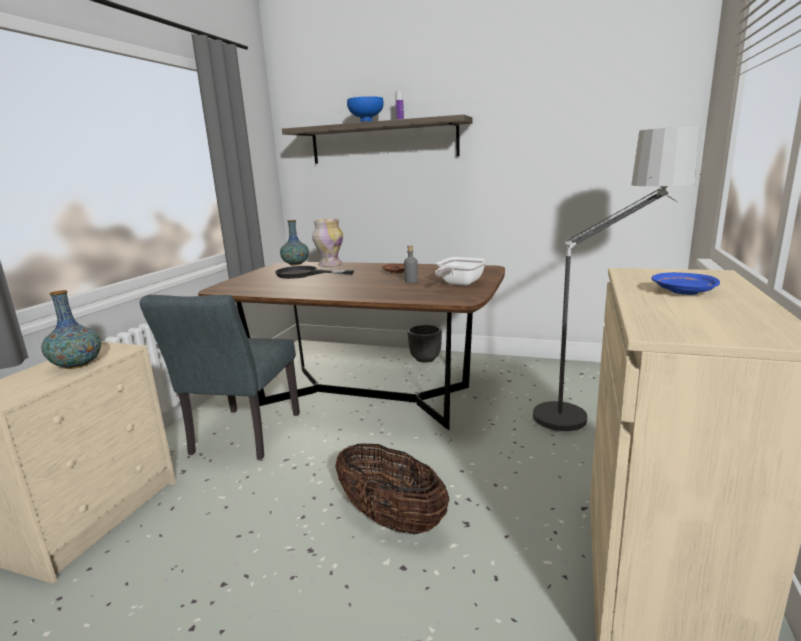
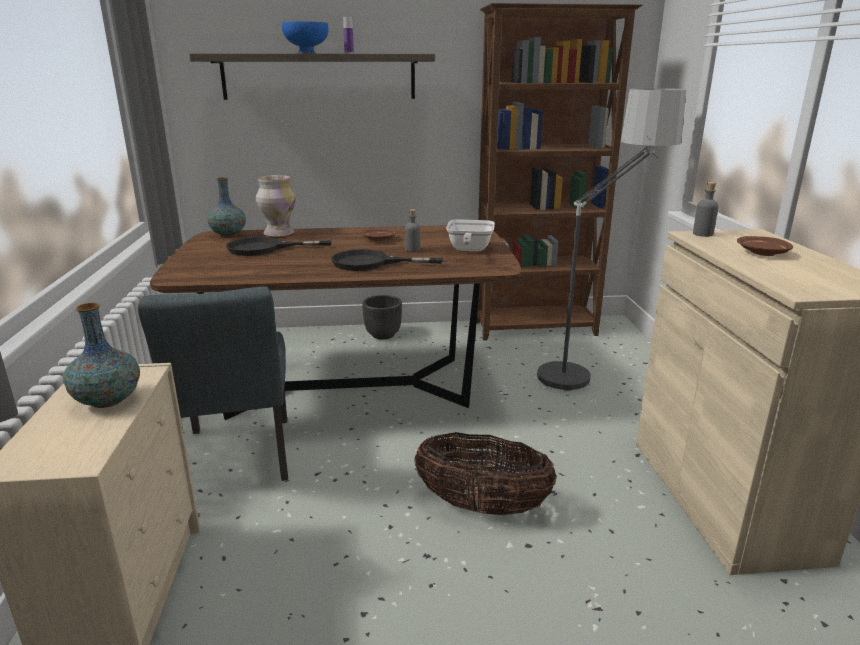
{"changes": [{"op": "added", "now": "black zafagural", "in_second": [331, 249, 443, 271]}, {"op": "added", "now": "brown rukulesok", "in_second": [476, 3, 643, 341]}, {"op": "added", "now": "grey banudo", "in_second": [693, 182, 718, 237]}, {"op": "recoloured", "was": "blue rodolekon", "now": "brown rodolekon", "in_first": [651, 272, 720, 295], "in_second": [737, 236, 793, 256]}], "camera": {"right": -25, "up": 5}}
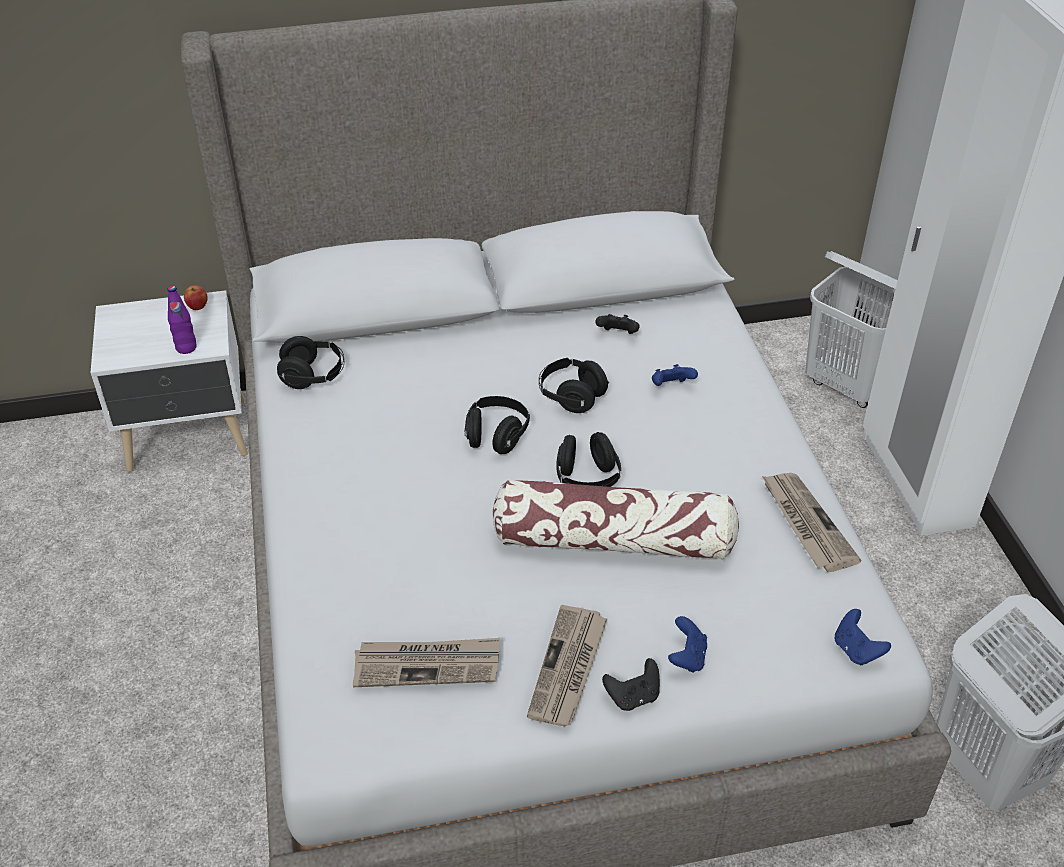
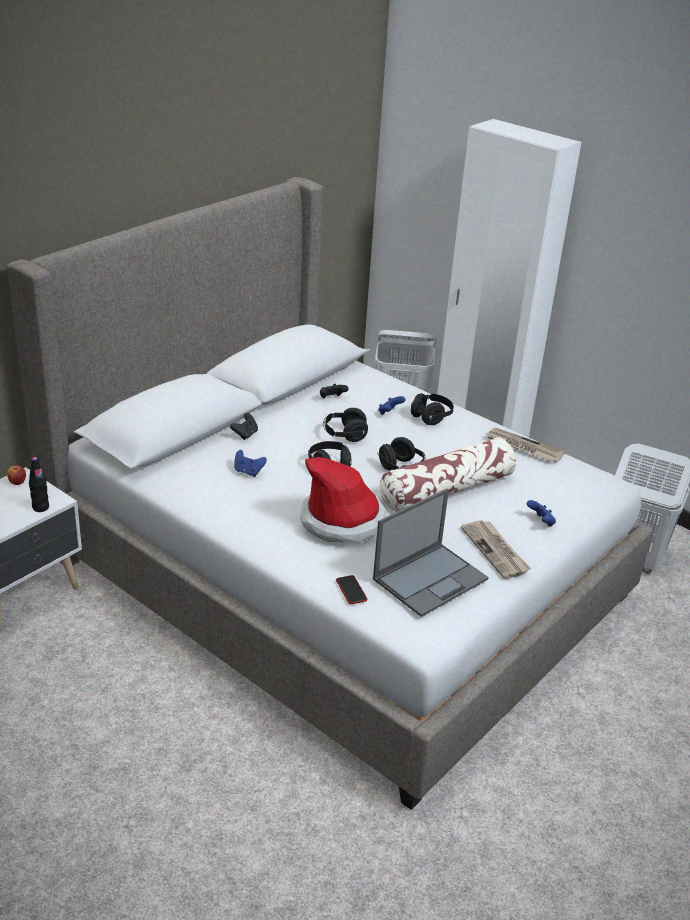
{"changes": [{"op": "recoloured", "was": "purple banudo", "now": "black banudo", "in_first": [167, 286, 197, 354], "in_second": [29, 457, 49, 512]}, {"op": "moved", "was": "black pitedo", "in_first": [602, 658, 660, 711], "in_second": [230, 413, 258, 440]}, {"op": "moved", "was": "blue pitedo", "in_first": [835, 609, 891, 665], "in_second": [234, 450, 267, 477]}, {"op": "added", "now": "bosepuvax", "in_second": [300, 457, 387, 542]}, {"op": "added", "now": "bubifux", "in_second": [336, 575, 368, 604]}, {"op": "replaced", "was": "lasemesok", "now": "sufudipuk", "in_first": [353, 638, 500, 687], "in_second": [373, 488, 489, 617]}, {"op": "moved", "was": "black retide", "in_first": [277, 336, 344, 389], "in_second": [411, 393, 454, 425]}], "camera": {"right": -40, "up": -10}}
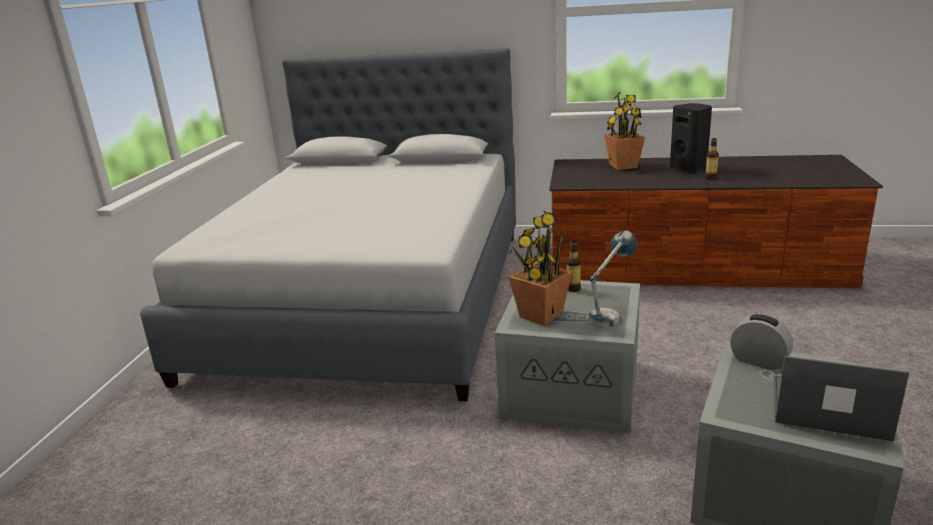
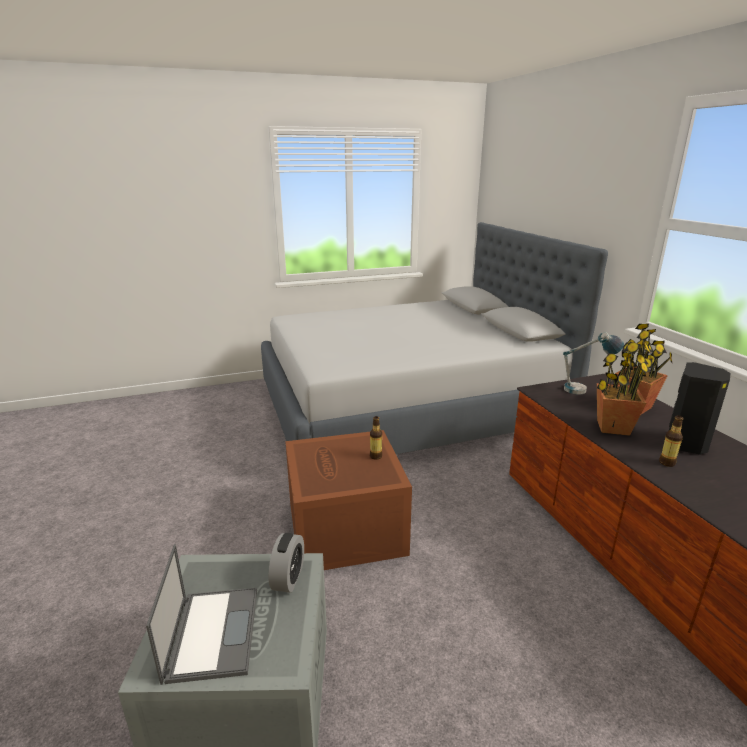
{"changes": [{"op": "recoloured", "was": "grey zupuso", "now": "brown zupuso", "in_first": [495, 280, 640, 433], "in_second": [285, 430, 412, 570]}, {"op": "moved", "was": "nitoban", "in_first": [589, 231, 637, 327], "in_second": [563, 332, 624, 394]}, {"op": "moved", "was": "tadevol", "in_first": [509, 210, 572, 326], "in_second": [597, 341, 652, 436]}], "camera": {"right": 60, "up": 0}}
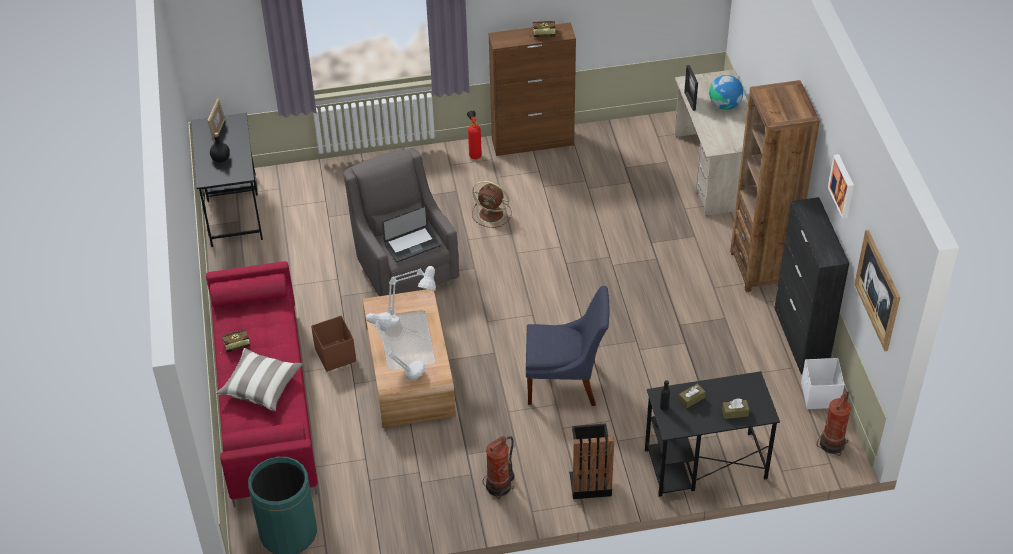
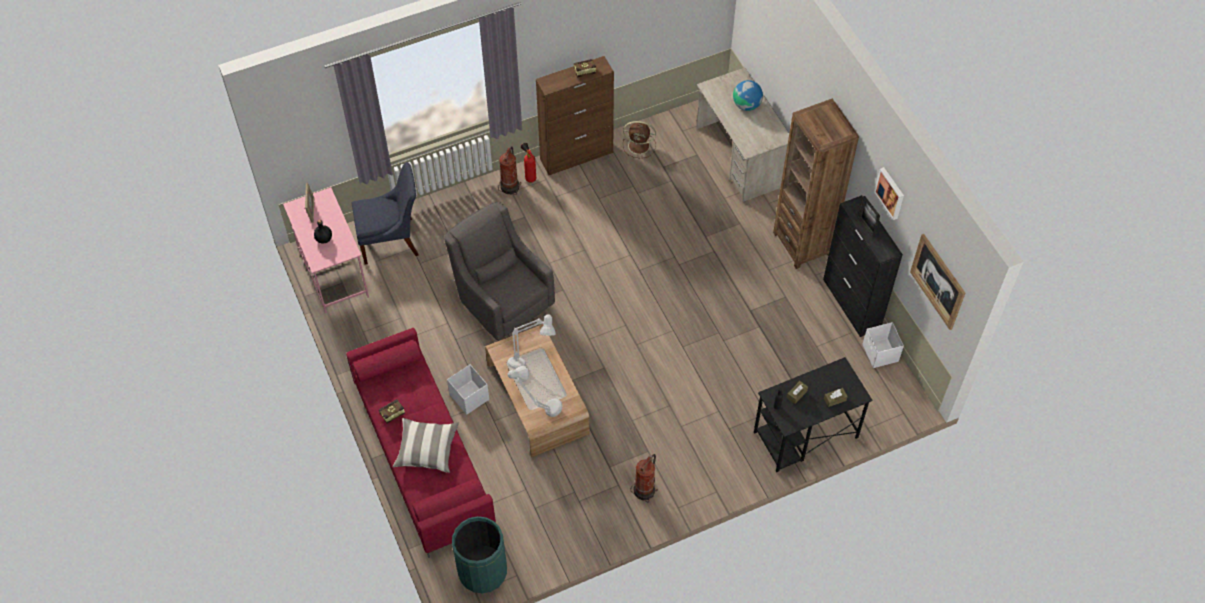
{"changes": [{"op": "recoloured", "was": "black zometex", "now": "pink zometex", "in_first": [191, 113, 263, 247], "in_second": [283, 187, 369, 313]}, {"op": "moved", "was": "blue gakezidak", "in_first": [526, 286, 609, 406], "in_second": [352, 162, 418, 264]}, {"op": "recoloured", "was": "brown zupuso", "now": "white zupuso", "in_first": [311, 316, 356, 372], "in_second": [447, 365, 489, 415]}, {"op": "moved", "was": "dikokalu", "in_first": [817, 392, 851, 456], "in_second": [498, 146, 521, 195]}, {"op": "moved", "was": "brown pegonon", "in_first": [472, 181, 512, 228], "in_second": [623, 121, 656, 158]}, {"op": "moved", "was": "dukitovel", "in_first": [684, 65, 698, 111], "in_second": [857, 196, 880, 237]}, {"op": "removed", "was": "sufudipuk", "in_first": [382, 206, 441, 262]}, {"op": "removed", "was": "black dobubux", "in_first": [569, 423, 614, 499]}], "camera": {"right": -15, "up": 10}}
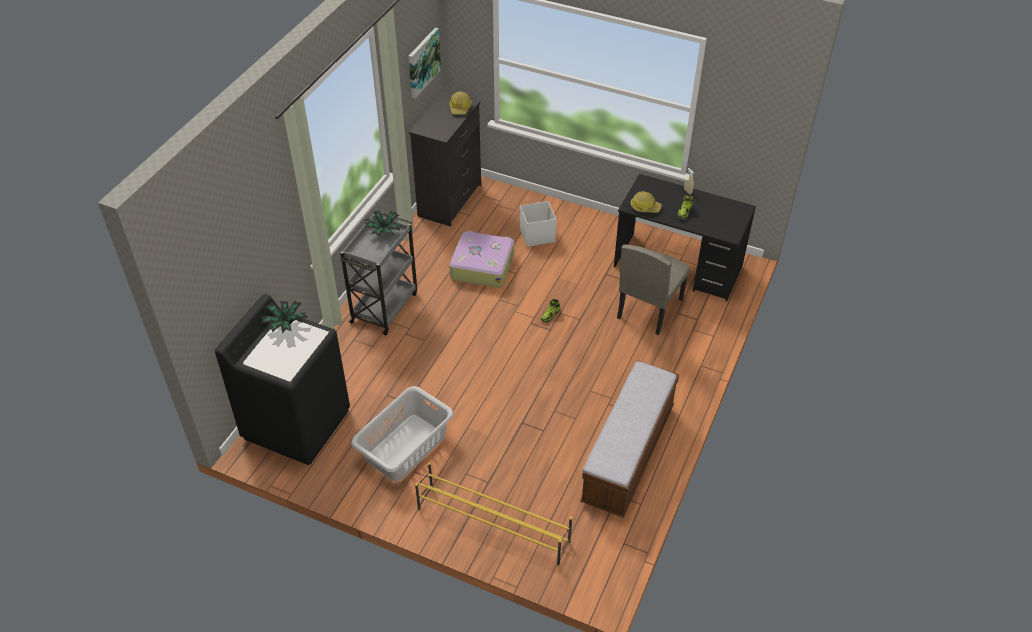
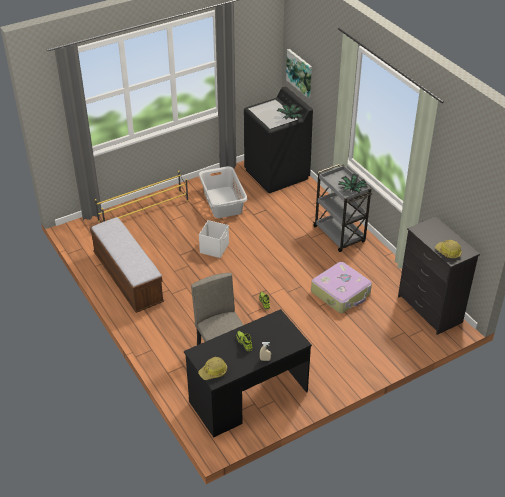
{"changes": [{"op": "moved", "was": "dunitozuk", "in_first": [630, 191, 662, 213], "in_second": [198, 357, 227, 380]}, {"op": "moved", "was": "white zupuso", "in_first": [520, 201, 556, 247], "in_second": [199, 220, 229, 258]}, {"op": "moved", "was": "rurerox", "in_first": [408, 28, 441, 98], "in_second": [286, 49, 312, 98]}], "camera": {"right": 125, "up": -5}}
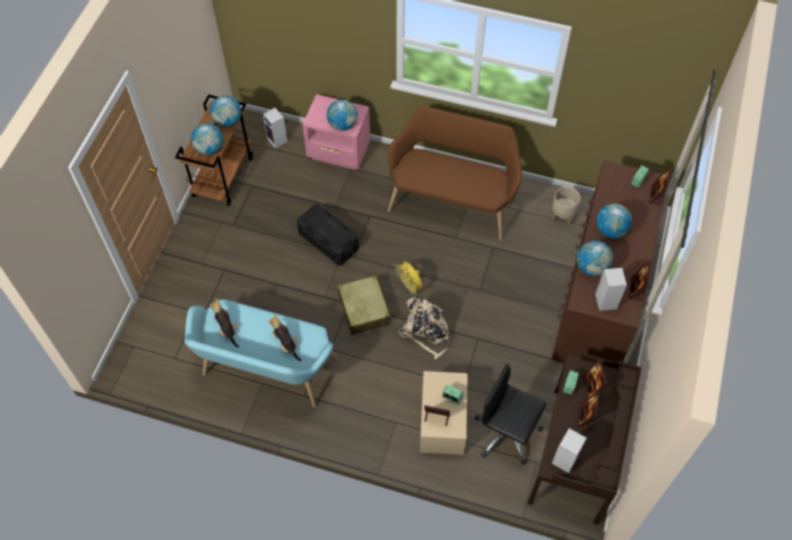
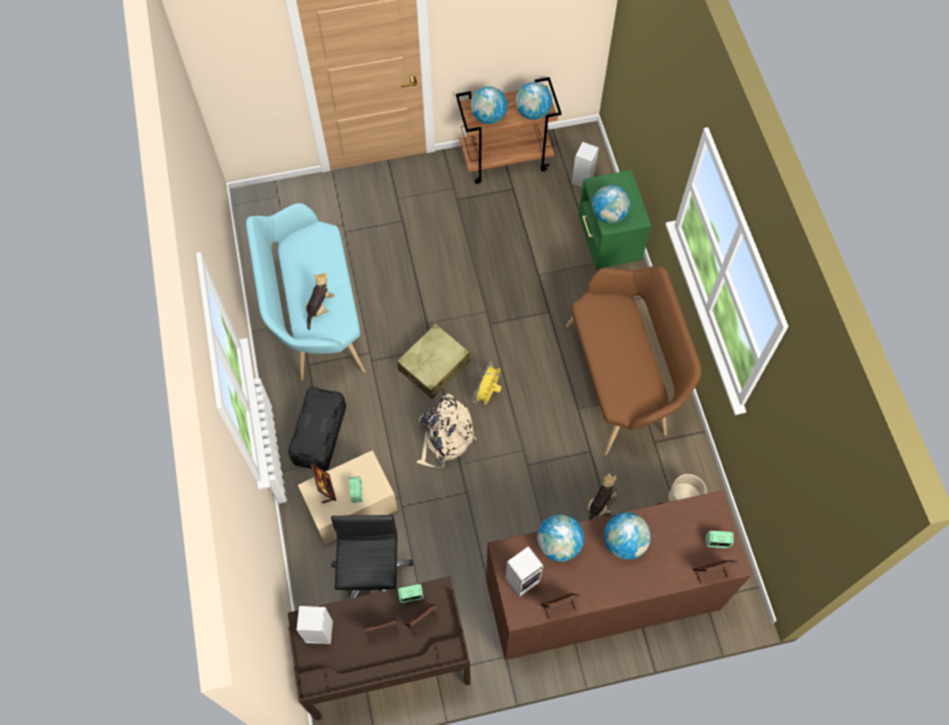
{"changes": [{"op": "moved", "was": "black zupuso", "in_first": [297, 204, 359, 265], "in_second": [288, 387, 346, 471]}, {"op": "recoloured", "was": "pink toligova", "now": "green toligova", "in_first": [303, 94, 370, 170], "in_second": [578, 170, 651, 269]}, {"op": "moved", "was": "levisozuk", "in_first": [210, 299, 239, 348], "in_second": [588, 474, 617, 520]}], "camera": {"right": 60, "up": 5}}
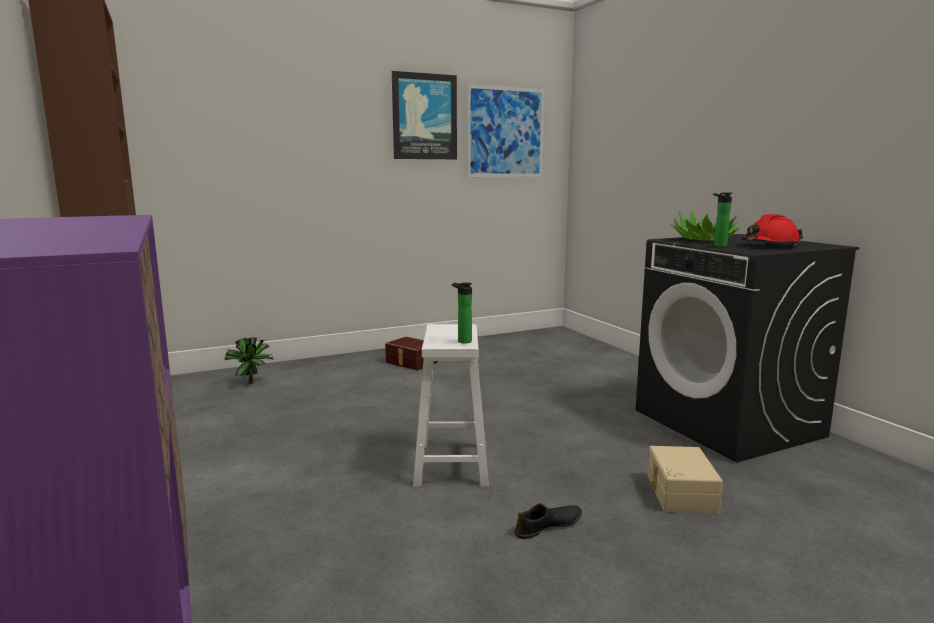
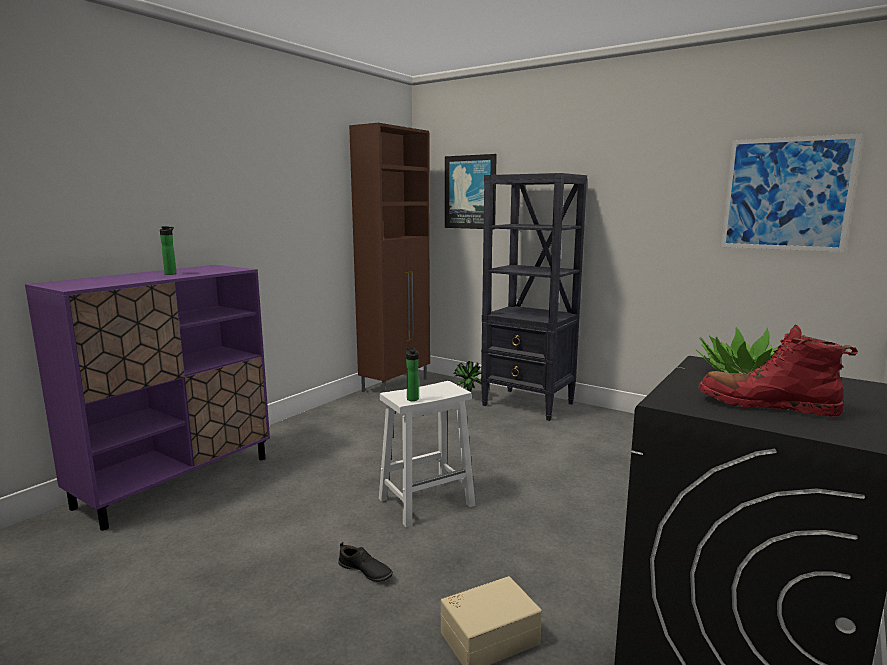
{"changes": [{"op": "moved", "was": "banudo", "in_first": [713, 192, 732, 247], "in_second": [160, 226, 177, 275]}, {"op": "moved", "was": "rurerox", "in_first": [392, 71, 457, 159], "in_second": [445, 154, 497, 229]}, {"op": "added", "now": "black rukulesok", "in_second": [481, 173, 587, 421]}, {"op": "replaced", "was": "red dunitozuk", "now": "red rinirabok", "in_first": [740, 214, 803, 246], "in_second": [698, 325, 858, 417]}, {"op": "removed", "was": "brown zupuso", "in_first": [385, 337, 438, 370]}], "camera": {"right": 60, "up": 0}}
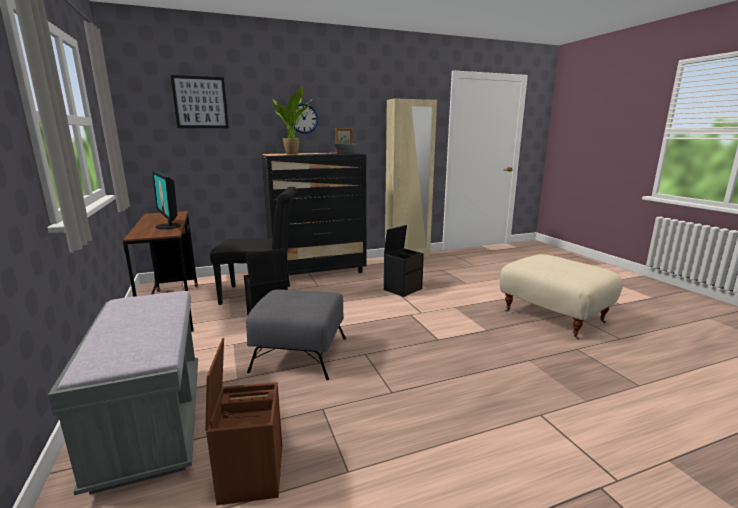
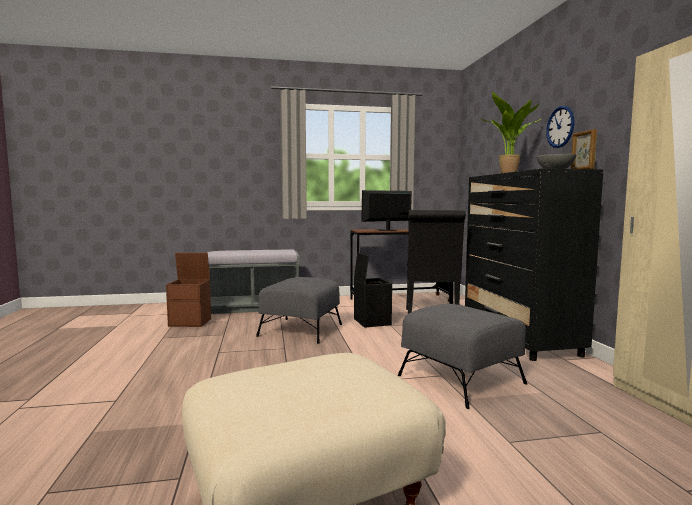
{"changes": [{"op": "replaced", "was": "black zupuso", "now": "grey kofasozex", "in_first": [384, 225, 424, 297], "in_second": [398, 304, 527, 409]}, {"op": "removed", "was": "rurerox", "in_first": [171, 75, 229, 128]}], "camera": {"right": 100, "up": -10}}
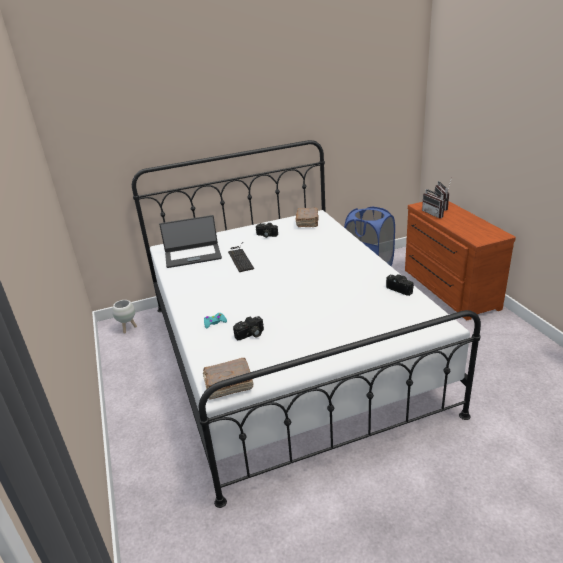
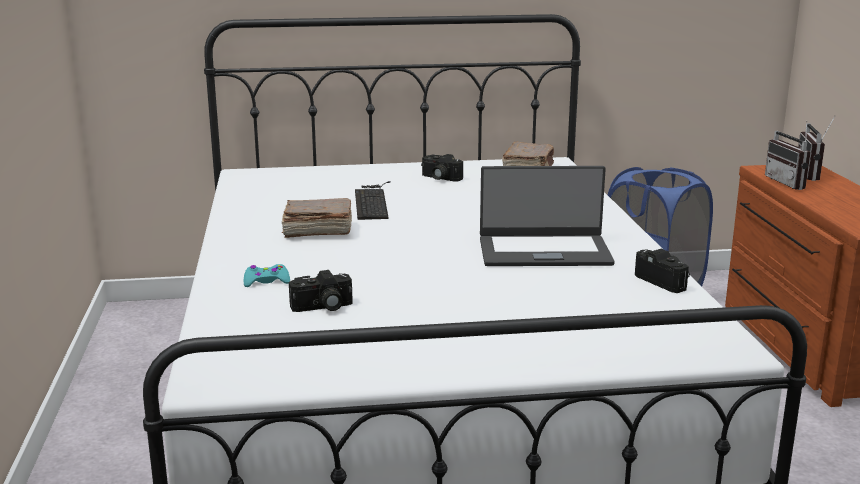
{"changes": [{"op": "moved", "was": "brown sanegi", "in_first": [202, 358, 254, 399], "in_second": [281, 198, 352, 238]}, {"op": "moved", "was": "sufudipuk", "in_first": [159, 215, 222, 268], "in_second": [480, 166, 615, 266]}, {"op": "removed", "was": "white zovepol", "in_first": [112, 300, 137, 333]}], "camera": {"right": 10, "up": -10}}
